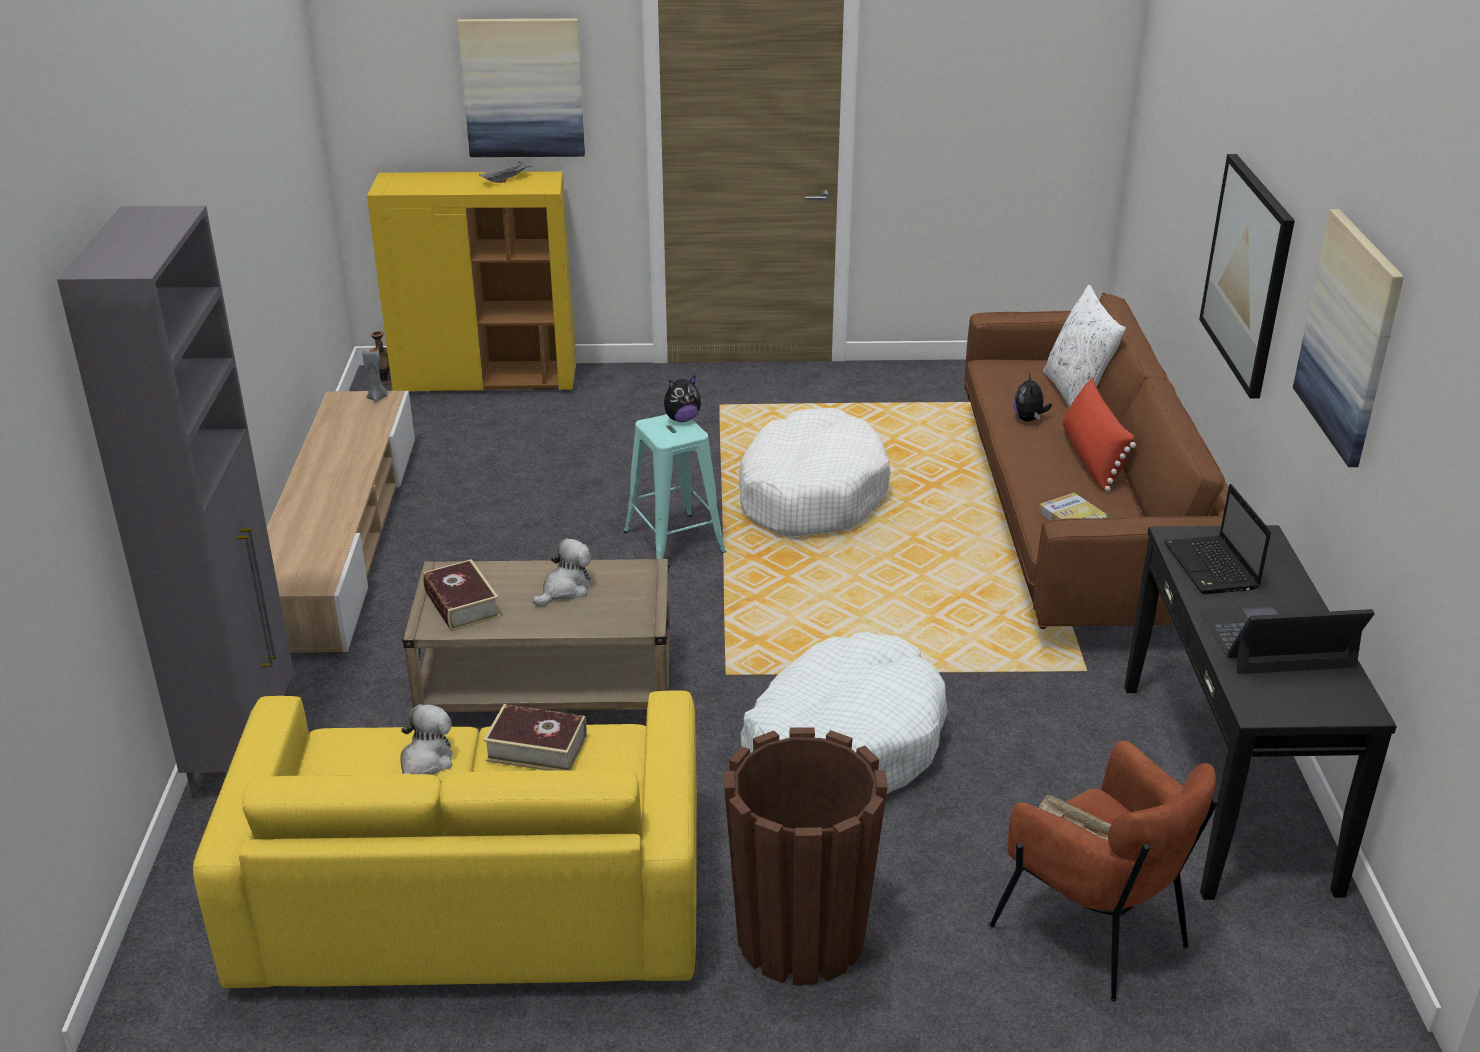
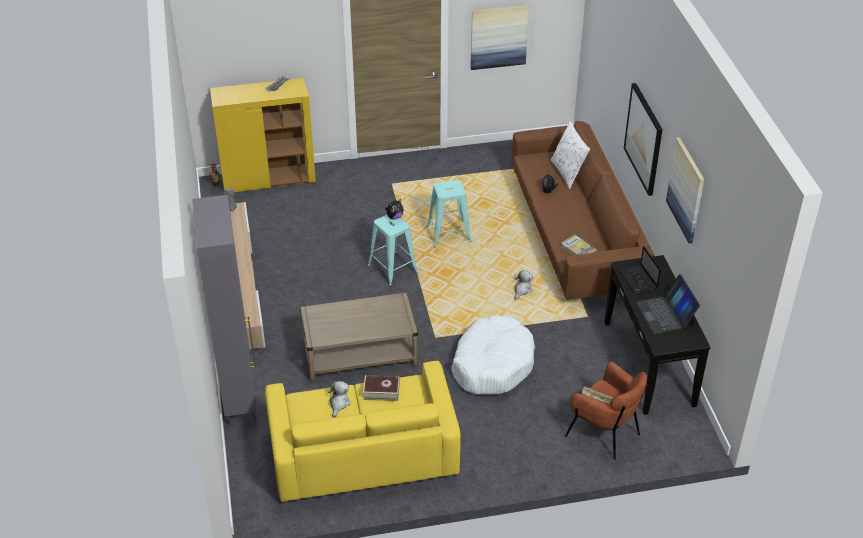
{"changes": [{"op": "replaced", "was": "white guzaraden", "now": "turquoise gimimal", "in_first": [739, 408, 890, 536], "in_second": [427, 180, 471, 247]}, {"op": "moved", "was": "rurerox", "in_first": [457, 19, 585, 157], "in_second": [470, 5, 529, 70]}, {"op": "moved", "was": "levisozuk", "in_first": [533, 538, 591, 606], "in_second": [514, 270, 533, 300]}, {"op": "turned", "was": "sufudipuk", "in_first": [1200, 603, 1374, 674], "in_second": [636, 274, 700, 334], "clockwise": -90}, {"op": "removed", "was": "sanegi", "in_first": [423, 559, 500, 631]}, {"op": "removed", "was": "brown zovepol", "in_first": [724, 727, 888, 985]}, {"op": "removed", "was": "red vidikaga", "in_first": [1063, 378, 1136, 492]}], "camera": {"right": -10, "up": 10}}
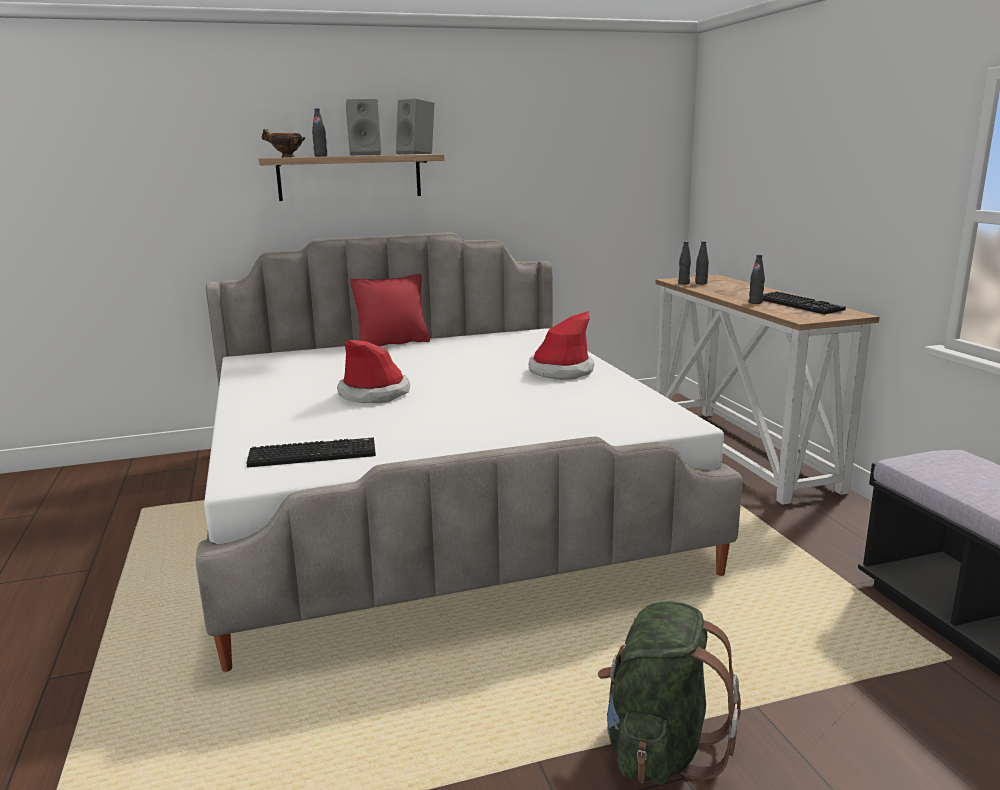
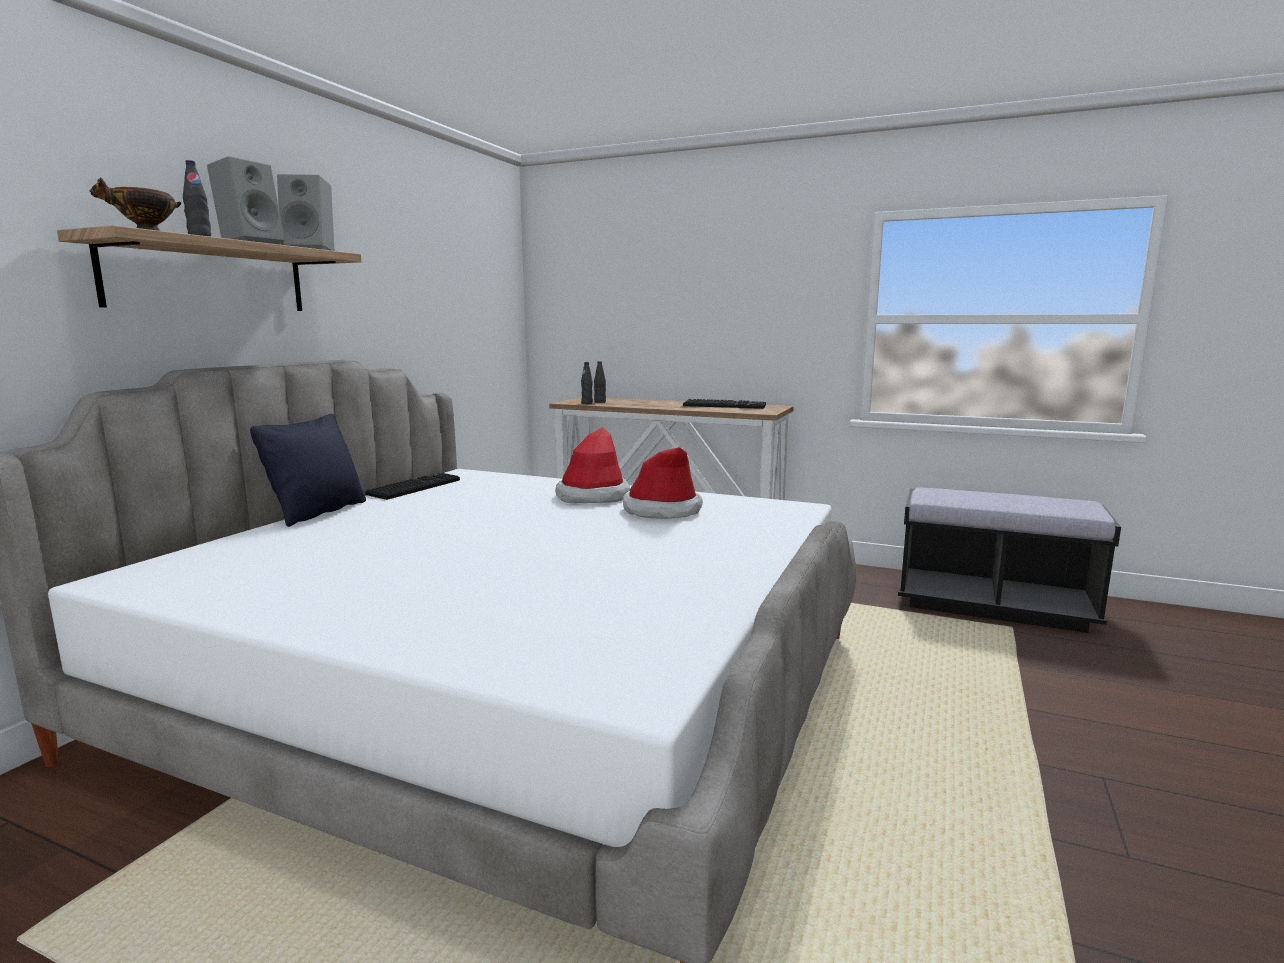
{"changes": [{"op": "recoloured", "was": "red vidikaga", "now": "black vidikaga", "in_first": [350, 274, 430, 346], "in_second": [250, 414, 366, 527]}, {"op": "moved", "was": "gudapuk", "in_first": [246, 438, 376, 468], "in_second": [365, 473, 460, 500]}, {"op": "moved", "was": "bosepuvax", "in_first": [337, 340, 410, 403], "in_second": [623, 447, 703, 518]}, {"op": "removed", "was": "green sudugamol", "in_first": [598, 601, 741, 785]}, {"op": "removed", "was": "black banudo", "in_first": [749, 255, 765, 304]}], "camera": {"right": -50, "up": -5}}
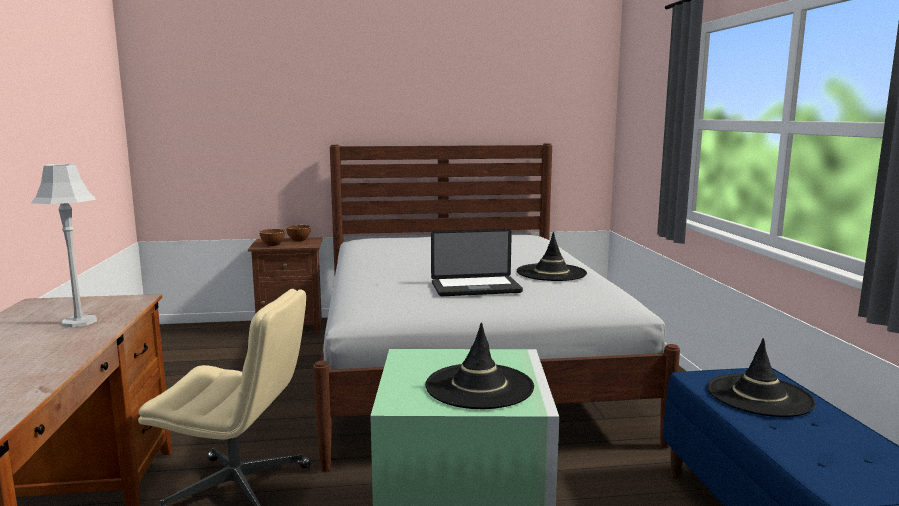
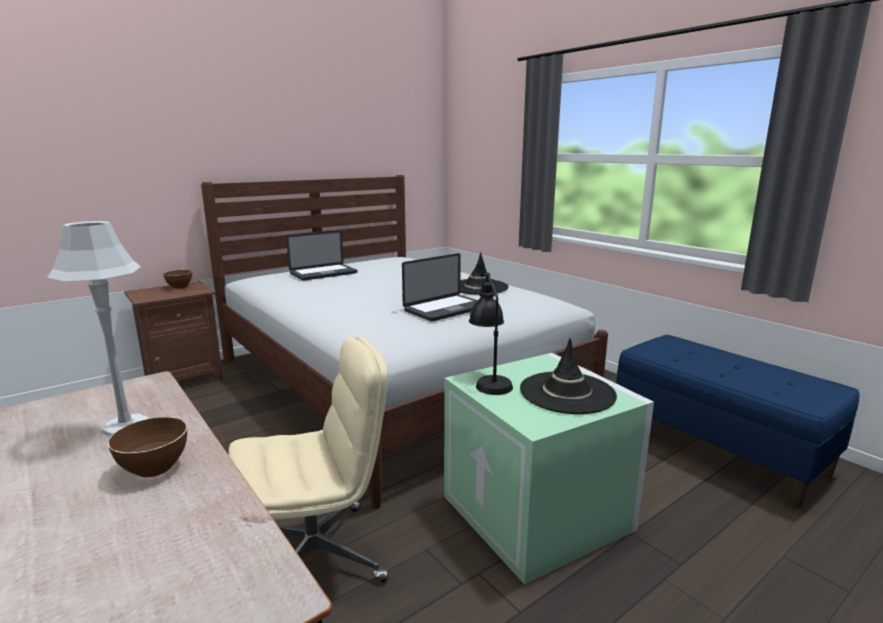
{"changes": [{"op": "moved", "was": "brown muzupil", "in_first": [259, 229, 285, 246], "in_second": [107, 417, 187, 477]}, {"op": "added", "now": "sufudipuk", "in_second": [286, 231, 358, 281]}, {"op": "added", "now": "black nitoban", "in_second": [469, 272, 513, 395]}, {"op": "removed", "was": "black bosepuvax", "in_first": [707, 338, 816, 417]}], "camera": {"right": -30, "up": 5}}
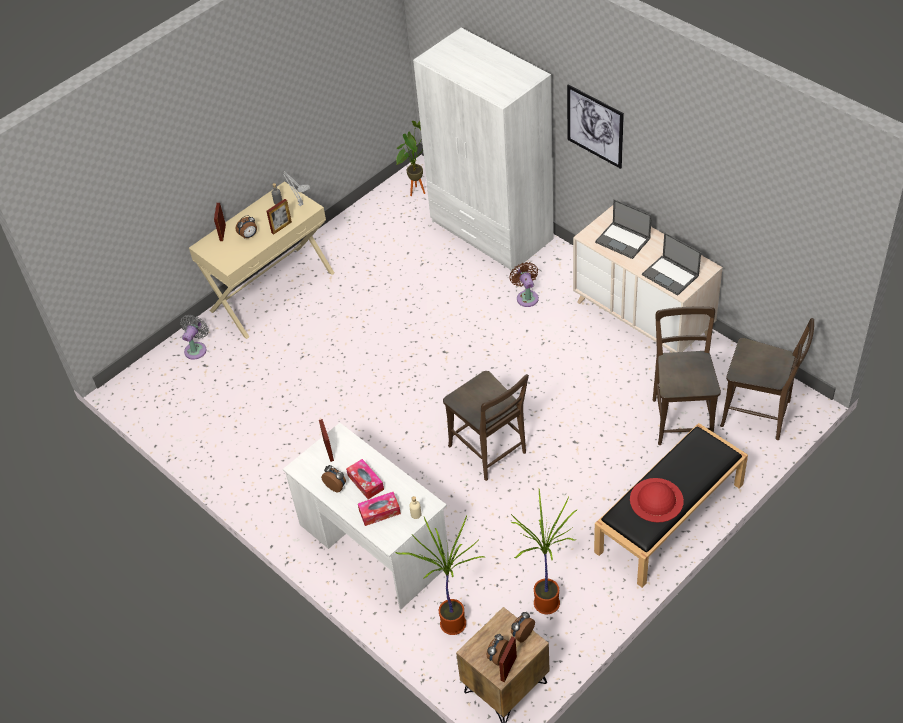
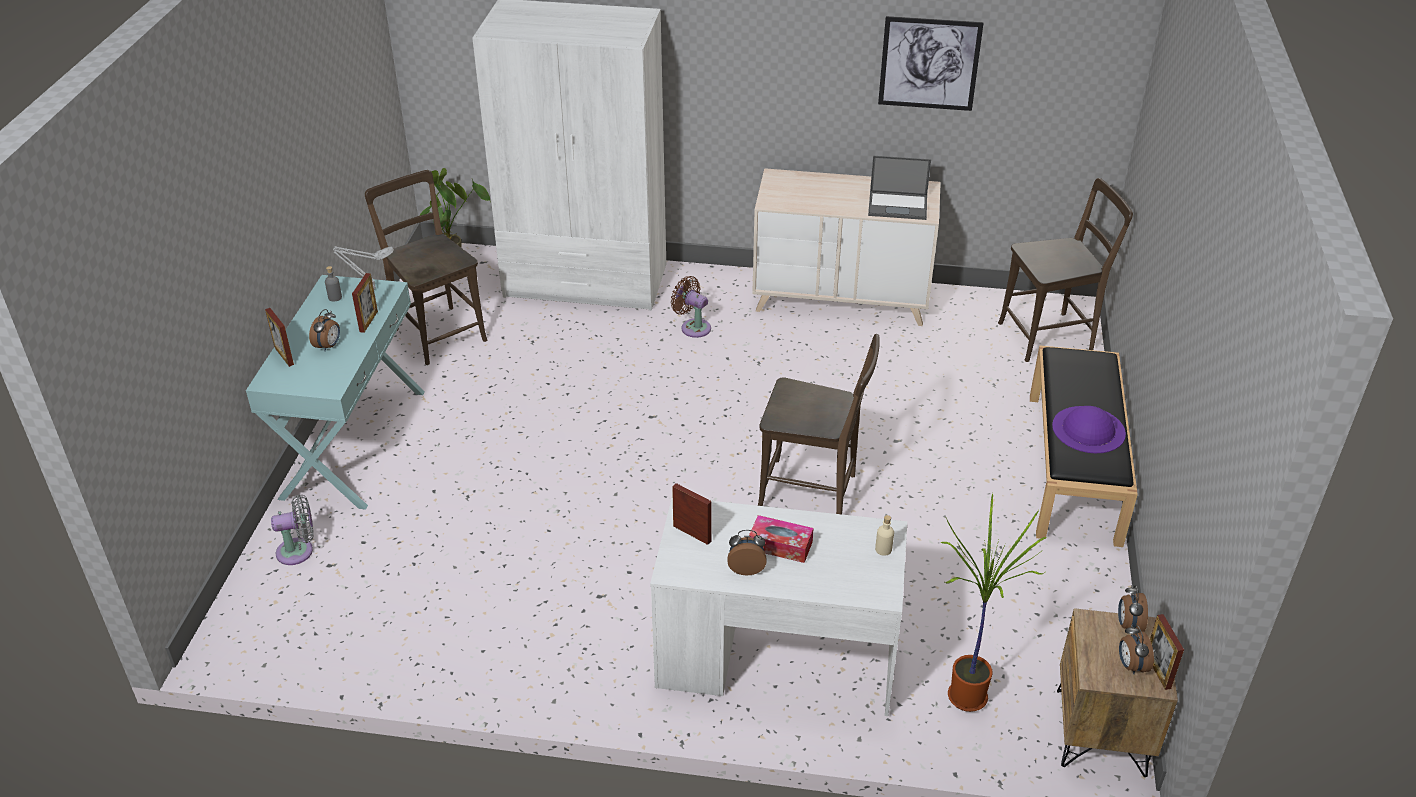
{"changes": [{"op": "recoloured", "was": "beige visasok", "now": "turquoise visasok", "in_first": [189, 181, 334, 339], "in_second": [246, 275, 424, 510]}, {"op": "turned", "was": "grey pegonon", "in_first": [180, 315, 209, 360], "in_second": [271, 494, 314, 565], "clockwise": 90}, {"op": "moved", "was": "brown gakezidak", "in_first": [653, 307, 721, 445], "in_second": [365, 170, 487, 365]}, {"op": "moved", "was": "rurerox", "in_first": [567, 84, 624, 169], "in_second": [878, 16, 984, 111]}, {"op": "recoloured", "was": "red bosepuvax", "now": "purple bosepuvax", "in_first": [630, 478, 684, 522], "in_second": [1052, 406, 1126, 453]}, {"op": "removed", "was": "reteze", "in_first": [358, 492, 401, 526]}, {"op": "removed", "was": "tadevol", "in_first": [510, 489, 577, 614]}, {"op": "removed", "was": "sufudipuk", "in_first": [595, 200, 652, 259]}], "camera": {"right": -40, "up": -10}}
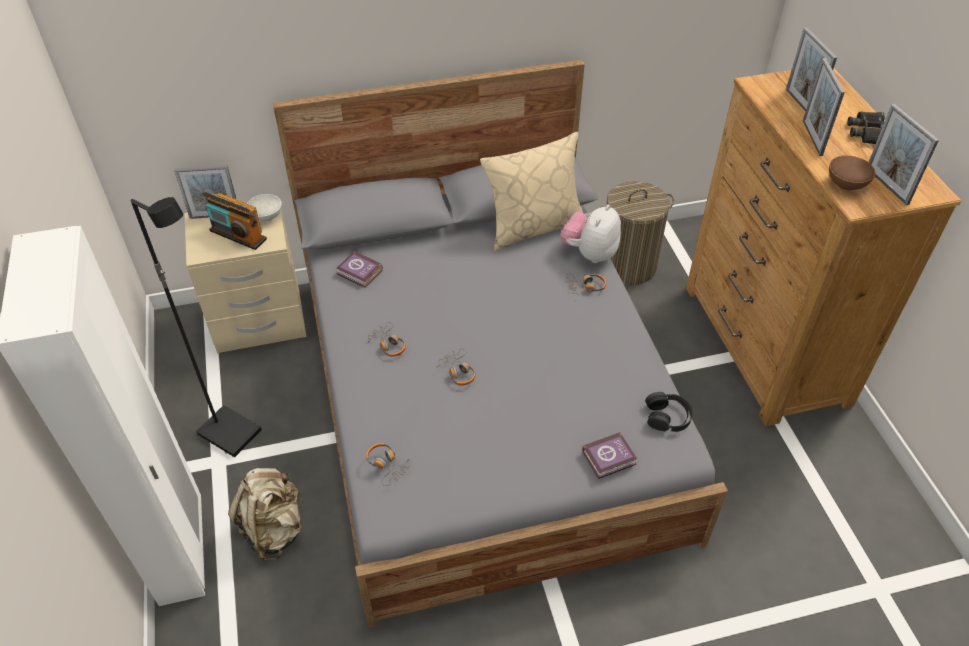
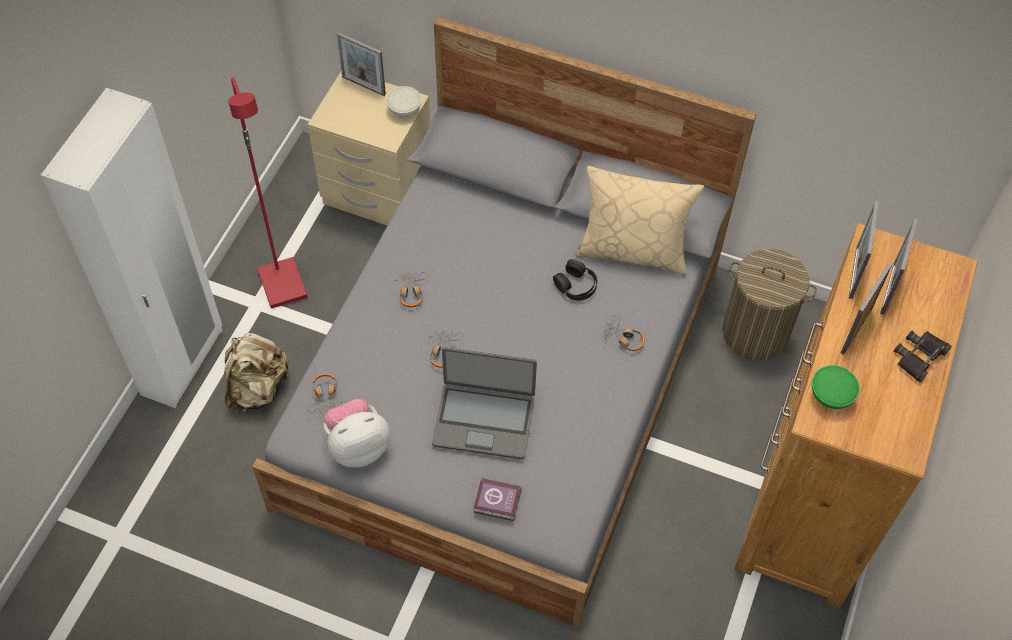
{"changes": [{"op": "recoloured", "was": "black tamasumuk", "now": "red tamasumuk", "in_first": [131, 197, 262, 457], "in_second": [228, 77, 308, 308]}, {"op": "moved", "was": "levisozuk", "in_first": [560, 204, 621, 263], "in_second": [323, 399, 390, 467]}, {"op": "added", "now": "sufudipuk", "in_second": [432, 347, 537, 459]}, {"op": "moved", "was": "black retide", "in_first": [645, 392, 693, 432], "in_second": [553, 259, 597, 301]}, {"op": "recoloured", "was": "brown muzupil", "now": "green muzupil", "in_first": [829, 156, 875, 190], "in_second": [812, 365, 860, 409]}, {"op": "moved", "was": "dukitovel", "in_first": [869, 104, 939, 205], "in_second": [849, 201, 879, 299]}, {"op": "removed", "was": "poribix", "in_first": [202, 192, 267, 250]}, {"op": "removed", "was": "sanegi", "in_first": [337, 251, 383, 288]}], "camera": {"right": 35, "up": 10}}
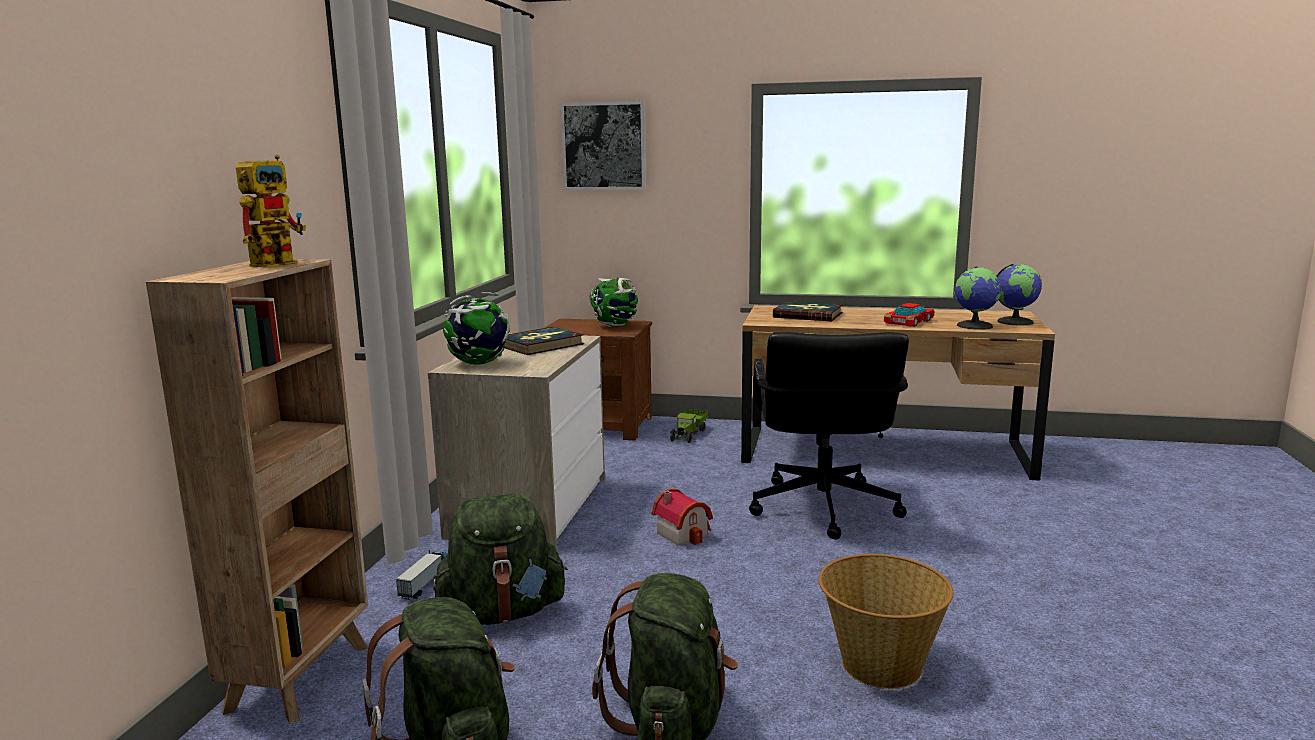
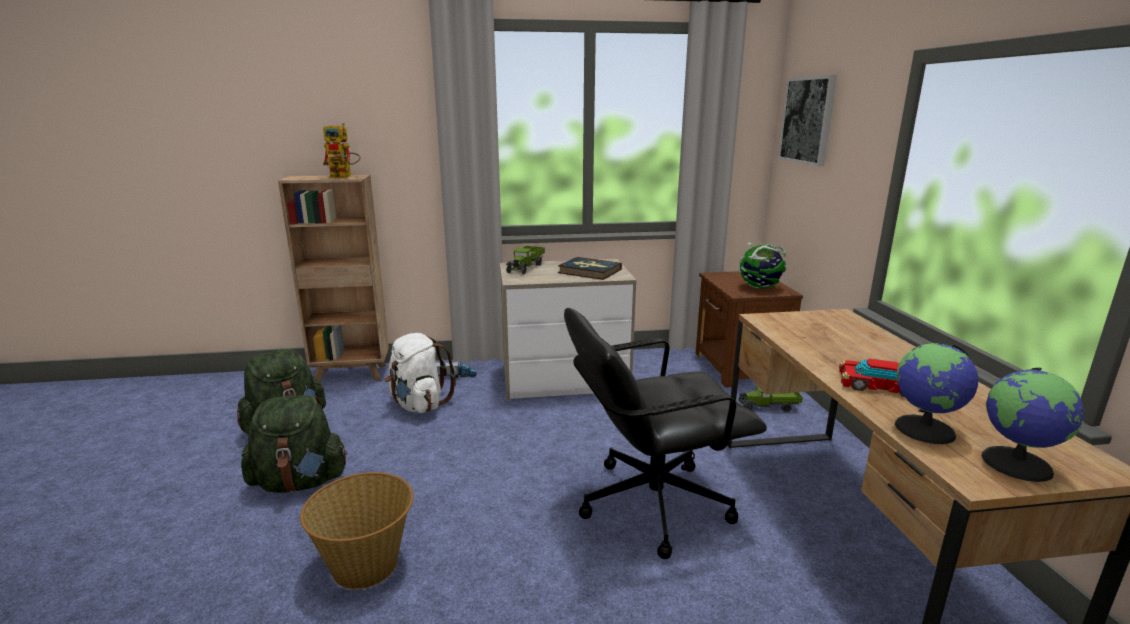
{"changes": [{"op": "recoloured", "was": "green sudugamol", "now": "white sudugamol", "in_first": [433, 494, 568, 625], "in_second": [385, 333, 456, 413]}, {"op": "replaced", "was": "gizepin", "now": "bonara", "in_first": [443, 292, 510, 365], "in_second": [506, 246, 545, 275]}, {"op": "removed", "was": "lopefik", "in_first": [652, 489, 713, 546]}, {"op": "removed", "was": "sanegi", "in_first": [773, 301, 843, 321]}], "camera": {"right": 70, "up": 5}}
